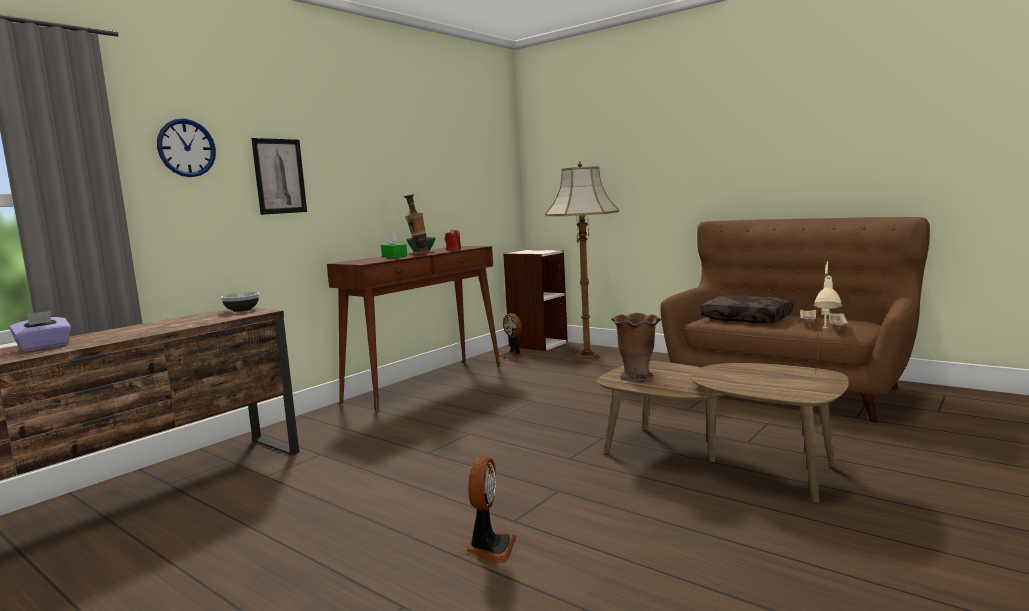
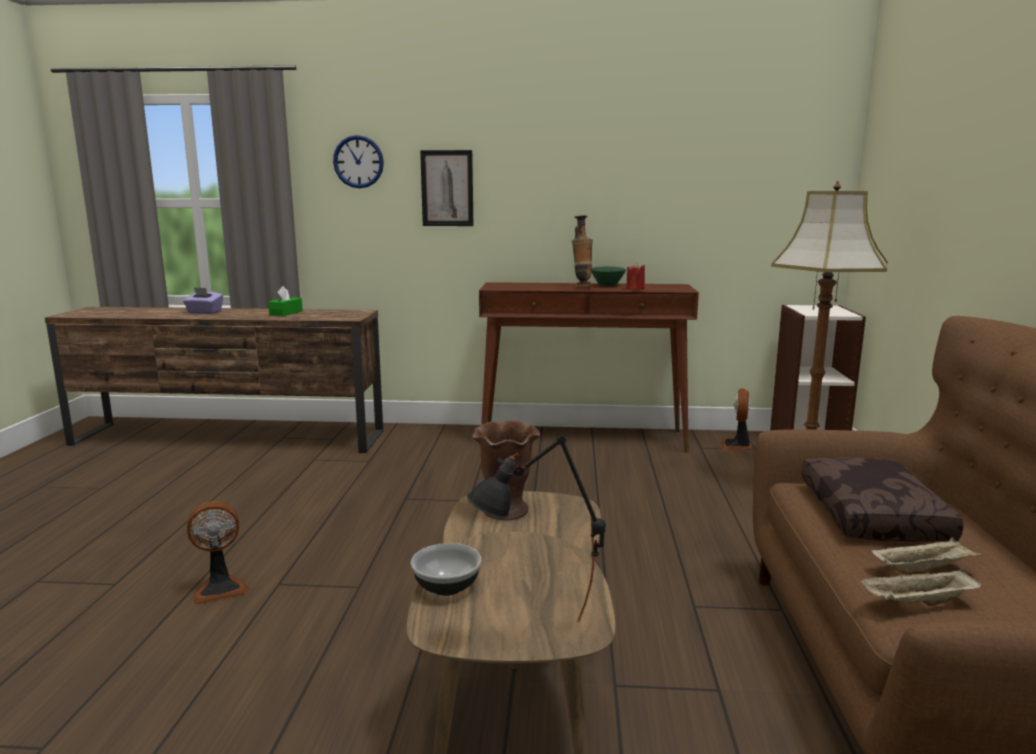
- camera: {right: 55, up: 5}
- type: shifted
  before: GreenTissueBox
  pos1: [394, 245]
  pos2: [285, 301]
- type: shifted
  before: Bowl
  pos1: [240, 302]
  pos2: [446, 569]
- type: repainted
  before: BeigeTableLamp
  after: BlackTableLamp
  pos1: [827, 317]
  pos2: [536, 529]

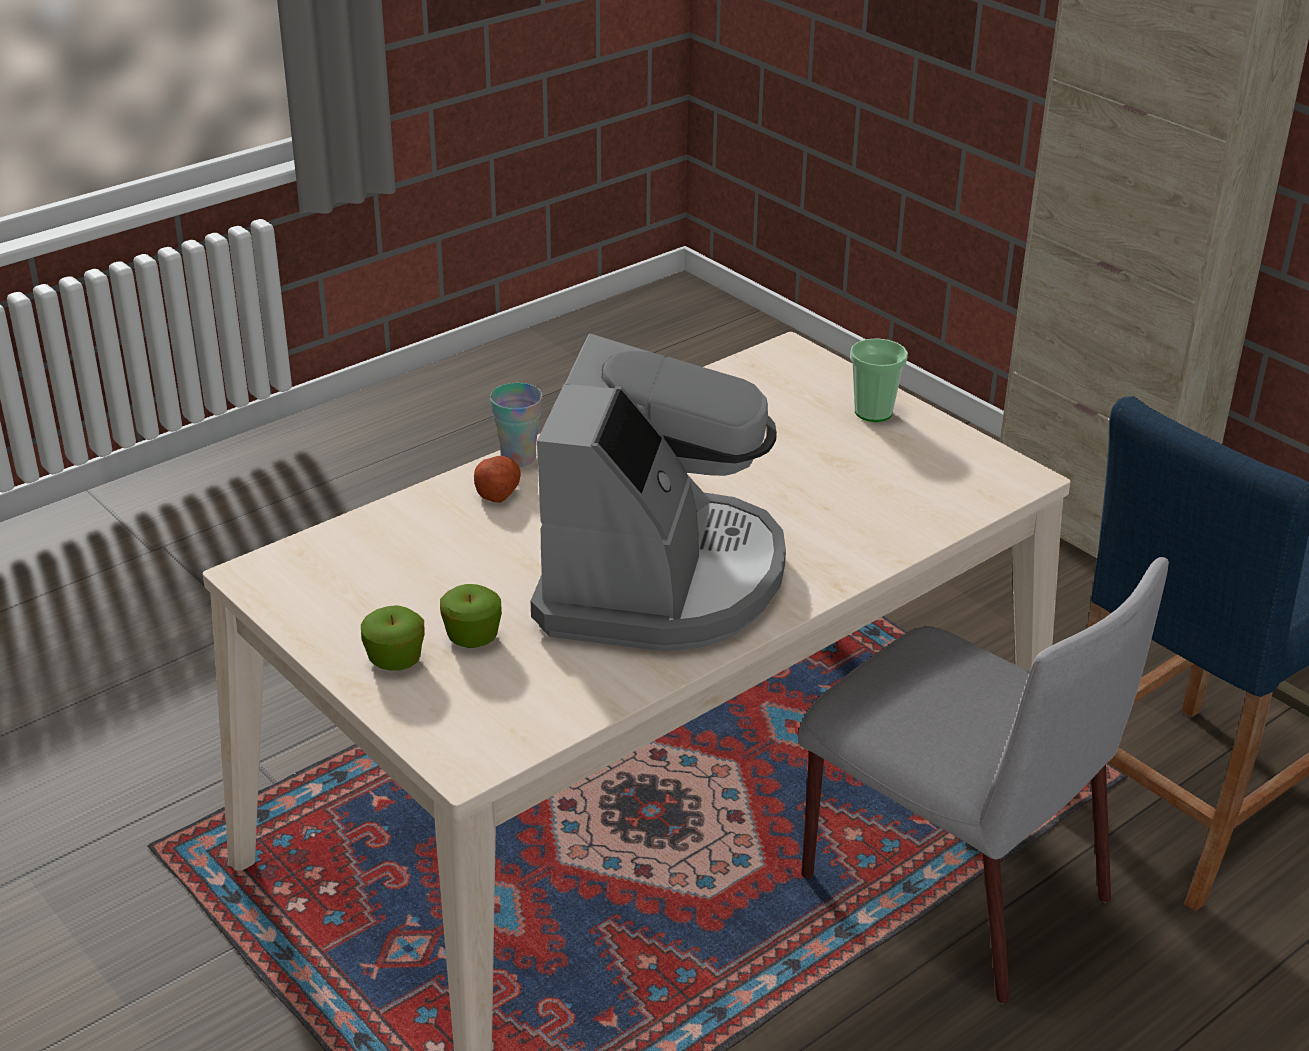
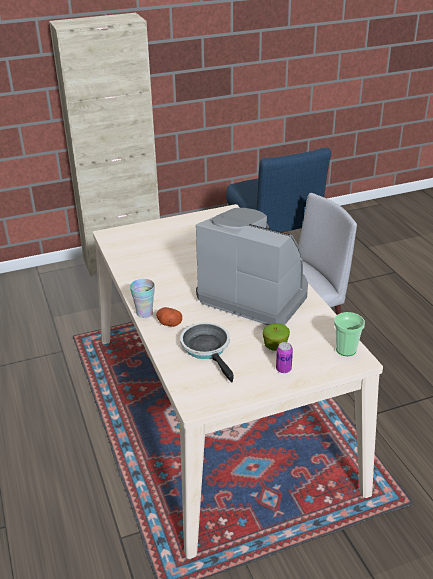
- camera: {right: -70, up: 0}
- type: new
  after: FryingPan
  pos2: [207, 353]
- type: swapped
  before: Apple
  after: Can
  pos1: [393, 638]
  pos2: [284, 357]
- type: shifted
  before: Cup
  pos1: [879, 380]
  pos2: [349, 334]

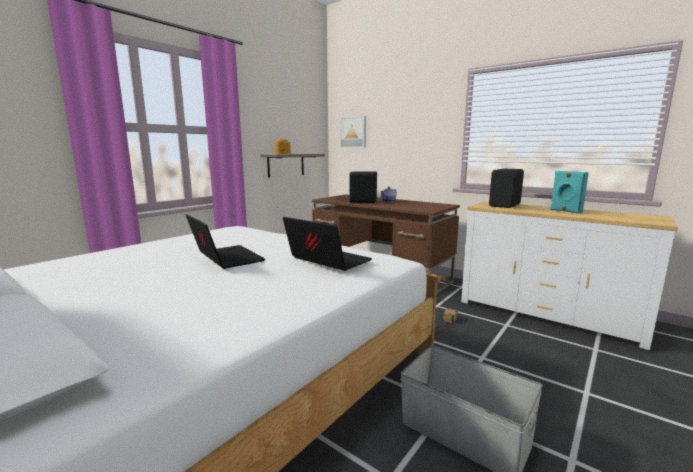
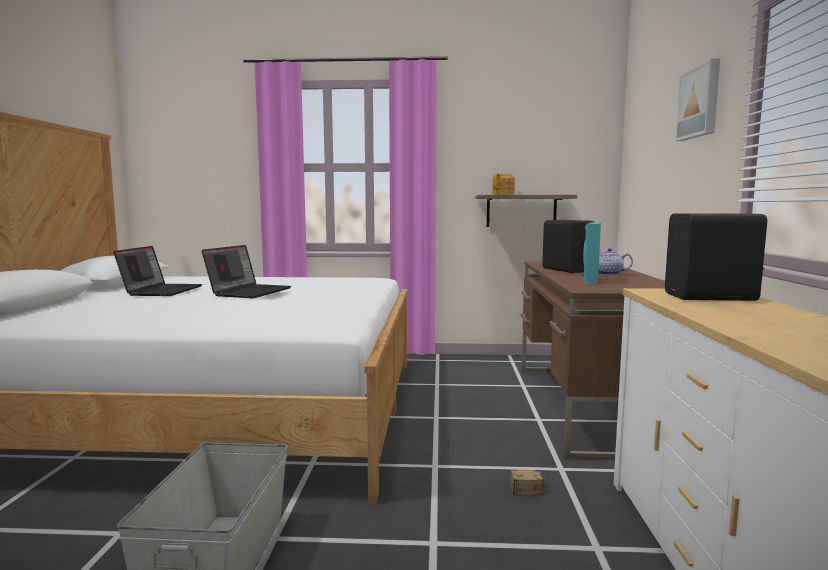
- camera: {right: 55, up: -5}
- type: shifted
  before: Laptop
  pos1: [327, 244]
  pos2: [157, 271]
- type: shifted
  before: TurquoiseSpeaker
  pos1: [569, 192]
  pos2: [592, 253]
- type: shifted
  before: Picture
  pos1: [353, 132]
  pos2: [697, 99]

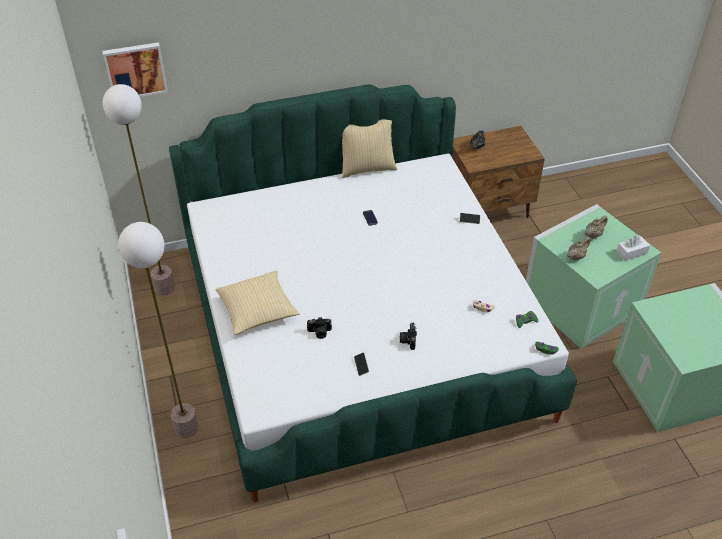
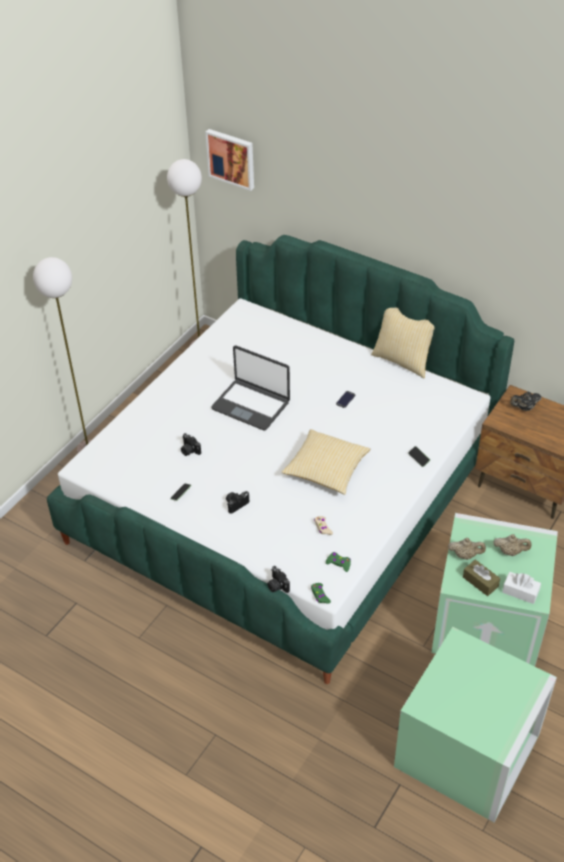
- camera: {right: 50, up: 0}
- type: new
  after: Laptop
  pos2: [250, 388]
- type: new
  after: PhotoCamera
  pos2: [278, 579]
- type: shifted
  before: Pillow
  pos1: [258, 303]
  pos2: [326, 462]
- type: new
  after: BrownTissueBox
  pos2: [481, 578]

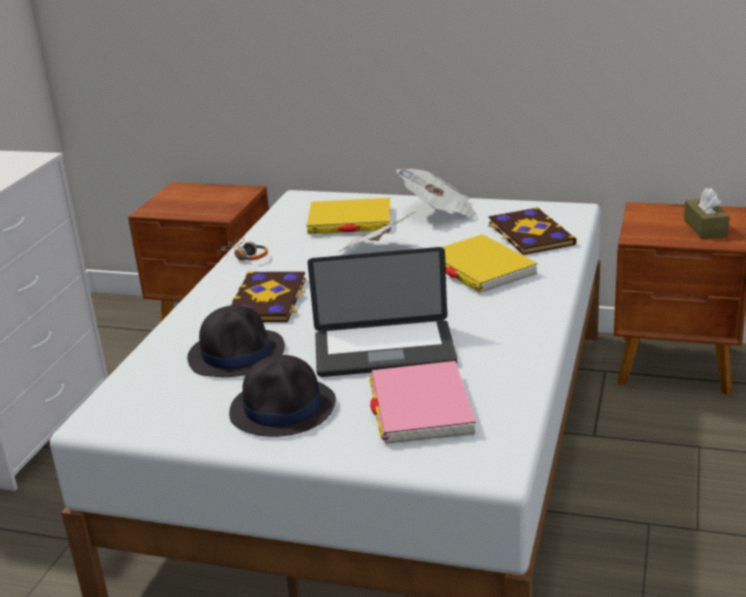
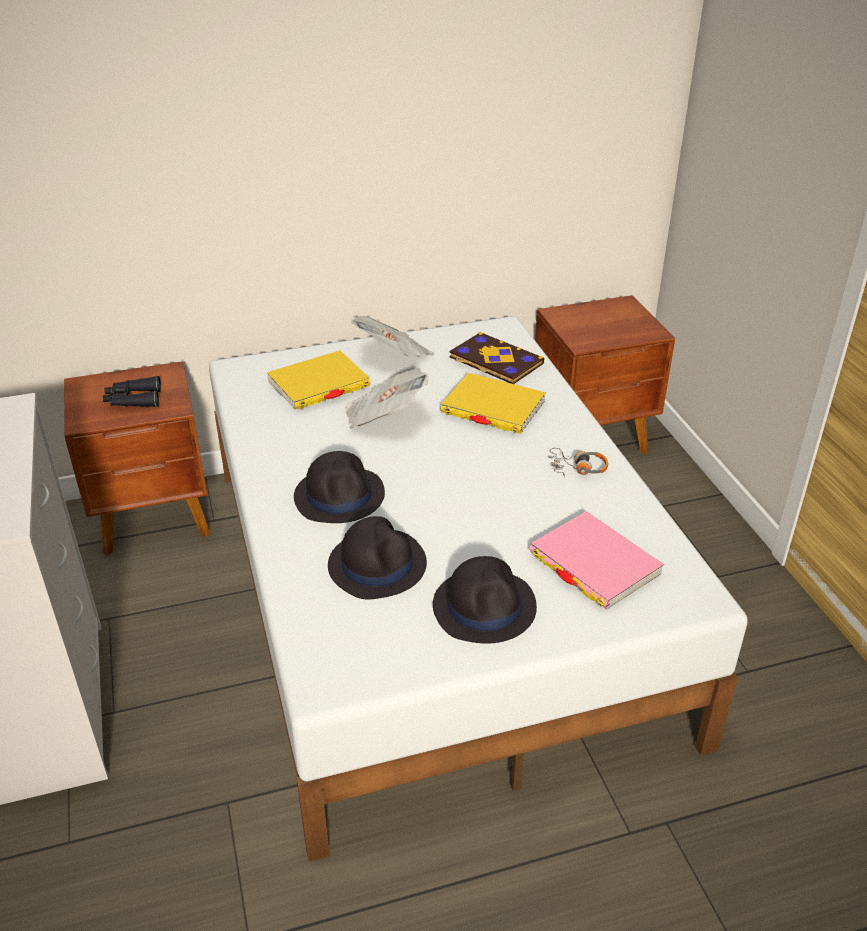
- camera: {right: -35, up: 10}
- type: new
  after: BlackBinoculars
  pos2: [132, 391]
- type: swapped
  before: Book
  after: BlackHat
  pos1: [269, 296]
  pos2: [339, 487]
- type: shifted
  before: Headphones
  pos1: [242, 249]
  pos2: [578, 462]
- type: gone
  before: Laptop
  pos1: [382, 312]
- type: gone
  before: BrownTissueBox
  pos1: [707, 213]

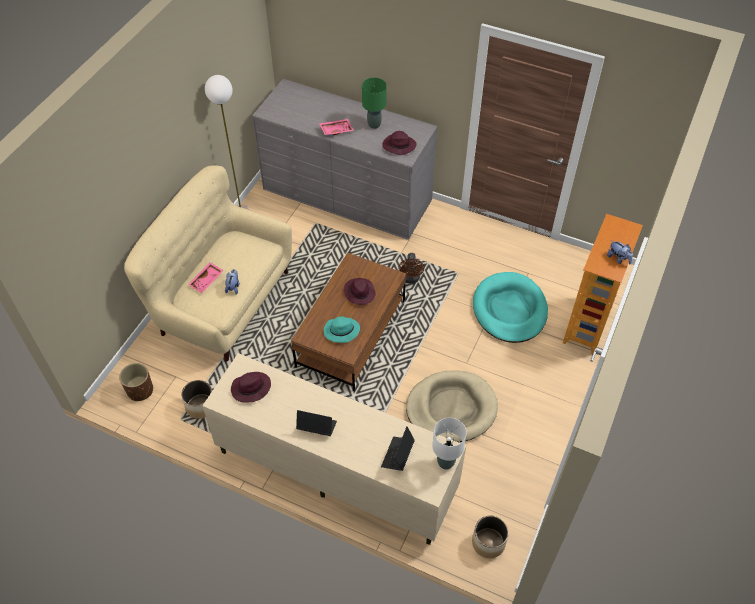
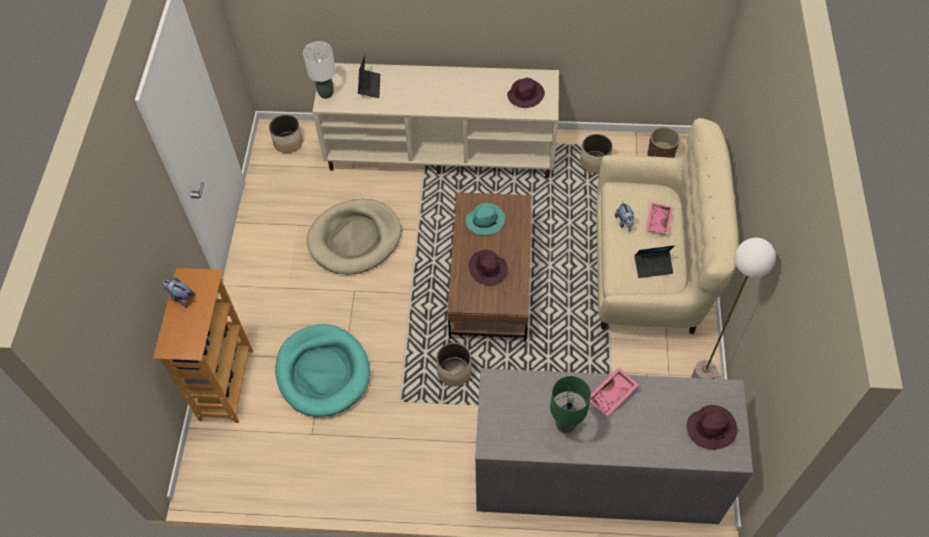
- camera: {right: 160, up: 5}
- type: swapped
  before: BrownFan
  after: Planter
  pos1: [411, 268]
  pos2: [454, 364]
- type: shifted
  before: Laptop
  pos1: [316, 423]
  pos2: [654, 261]
- type: shifted
  before: PurpleHat
  pos1: [399, 143]
  pos2: [712, 427]

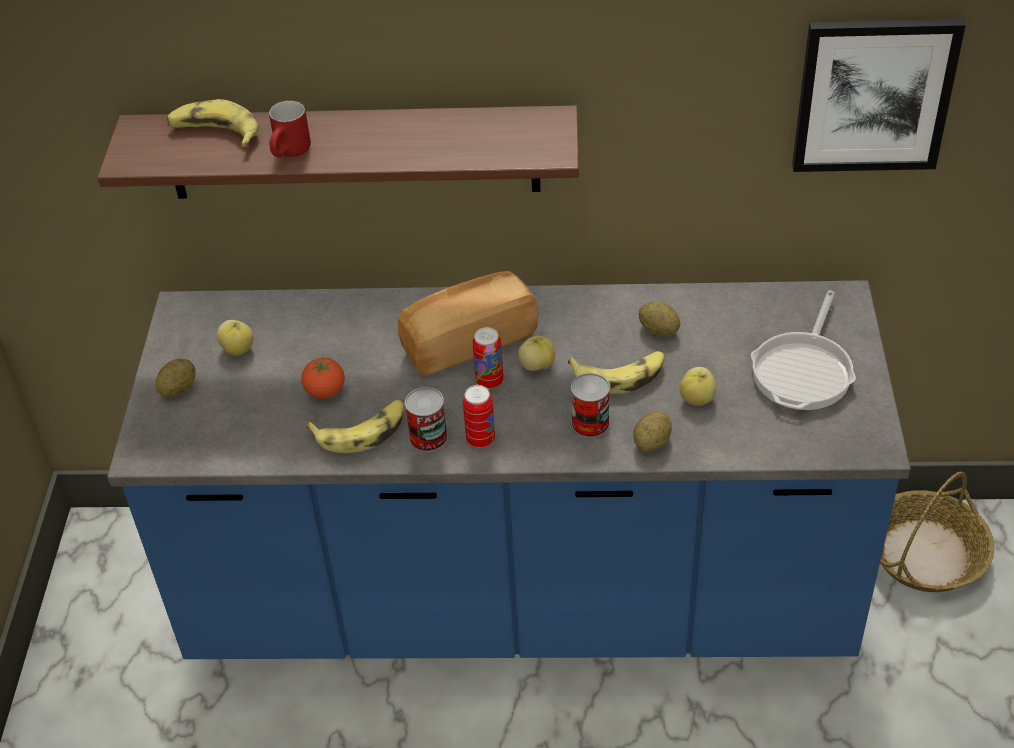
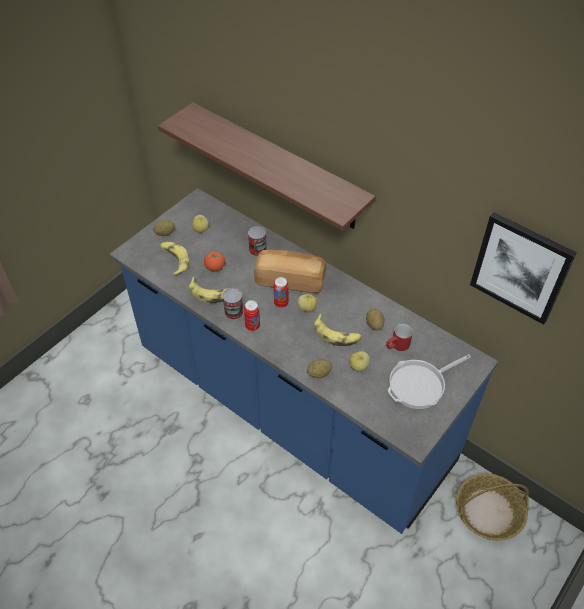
- camera: {right: 35, up: 5}
- type: shifted
  before: Banana
  pos1: [213, 123]
  pos2: [174, 259]
- type: shifted
  before: Can
  pos1: [590, 405]
  pos2: [257, 241]
- type: shifted
  before: RedMug
  pos1: [290, 129]
  pos2: [399, 337]

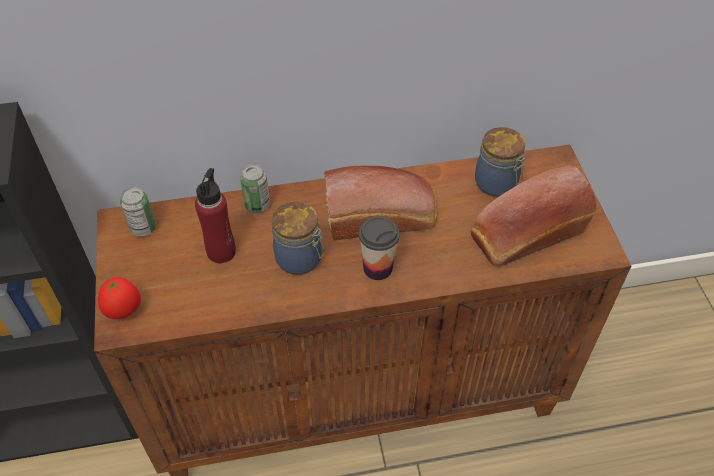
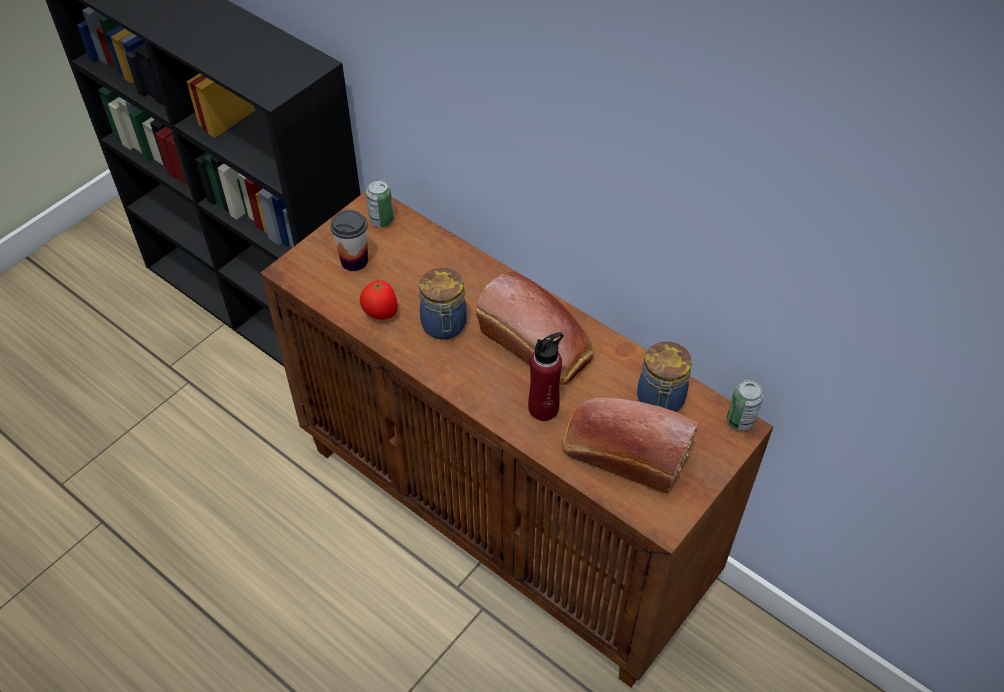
- camera: {right: 50, up: 0}
- type: shifted
  before: Cup
  pos1: [379, 248]
  pos2: [349, 240]
- type: shifted
  before: Tomato
  pos1: [119, 298]
  pos2: [379, 300]
- type: shifted
  before: RedBottle
  pos1: [215, 215]
  pos2: [545, 376]
- type: shifted
  before: Can
  pos1: [255, 188]
  pos2: [745, 405]

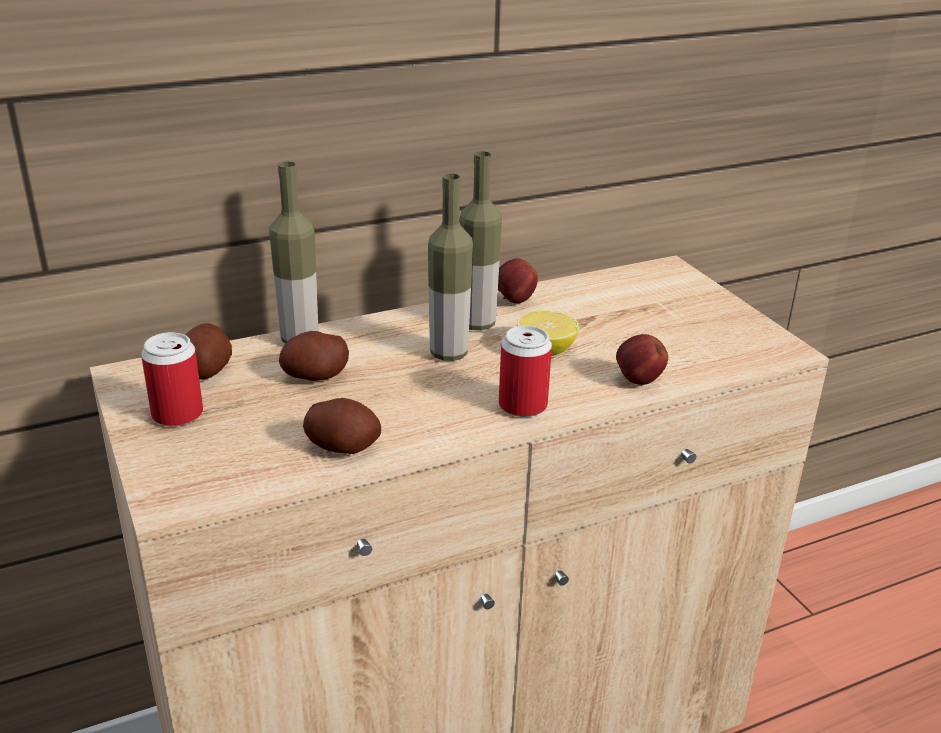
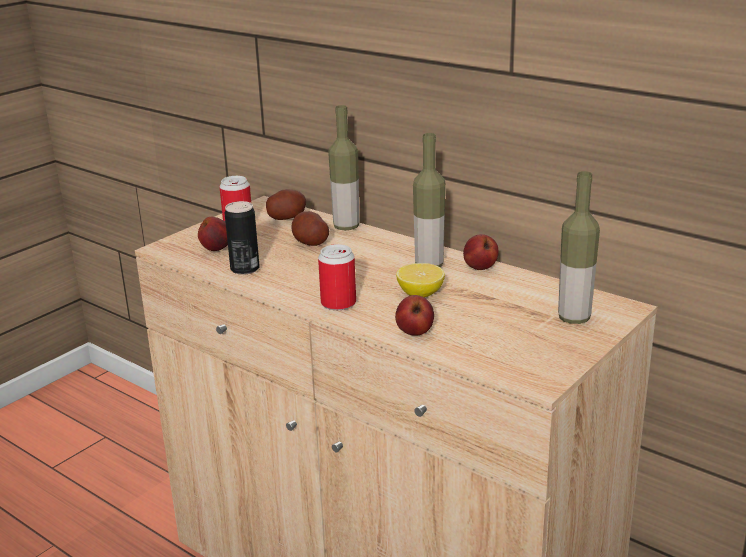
- camera: {right: 65, up: -5}
- type: new
  after: Apple
  pos2: [213, 234]
- type: swapped
  before: Potato
  after: Can
  pos1: [342, 426]
  pos2: [242, 238]
- type: shifted
  before: Bottle
  pos1: [450, 267]
  pos2: [579, 247]

